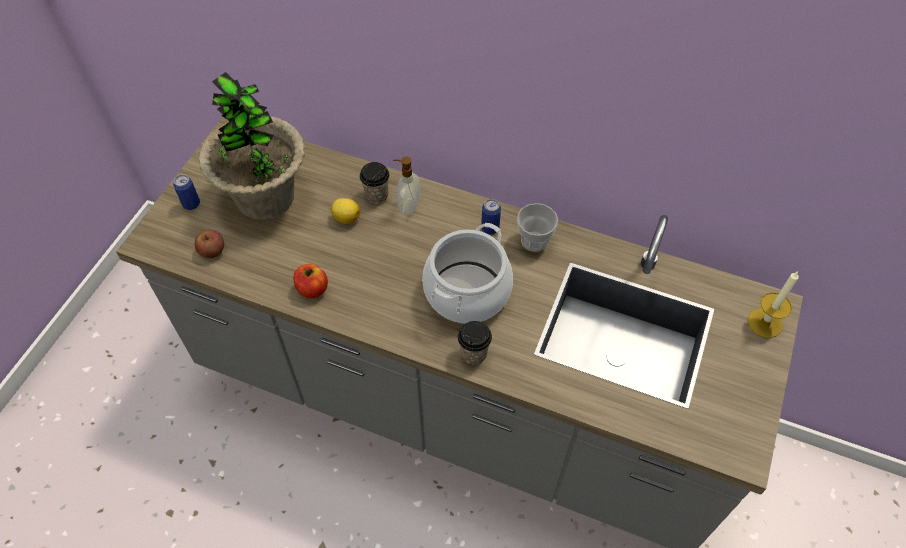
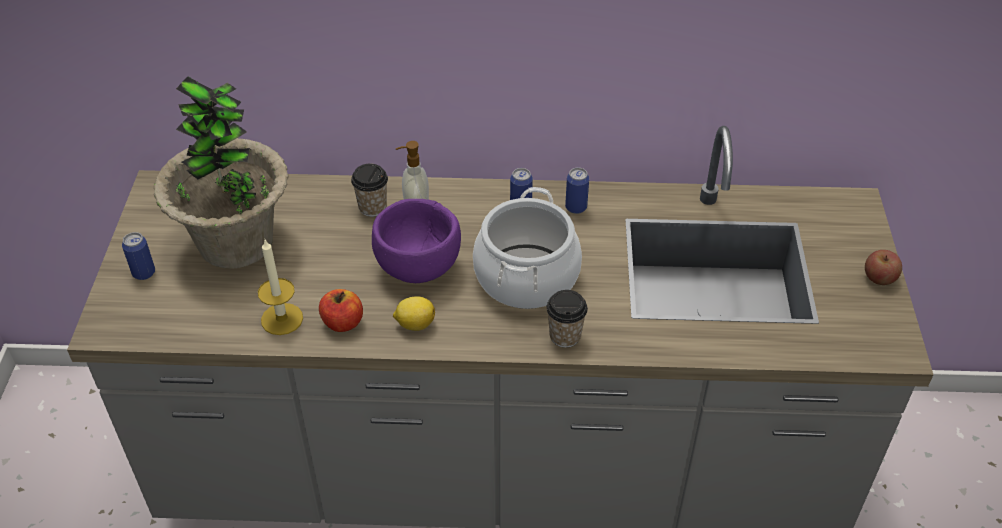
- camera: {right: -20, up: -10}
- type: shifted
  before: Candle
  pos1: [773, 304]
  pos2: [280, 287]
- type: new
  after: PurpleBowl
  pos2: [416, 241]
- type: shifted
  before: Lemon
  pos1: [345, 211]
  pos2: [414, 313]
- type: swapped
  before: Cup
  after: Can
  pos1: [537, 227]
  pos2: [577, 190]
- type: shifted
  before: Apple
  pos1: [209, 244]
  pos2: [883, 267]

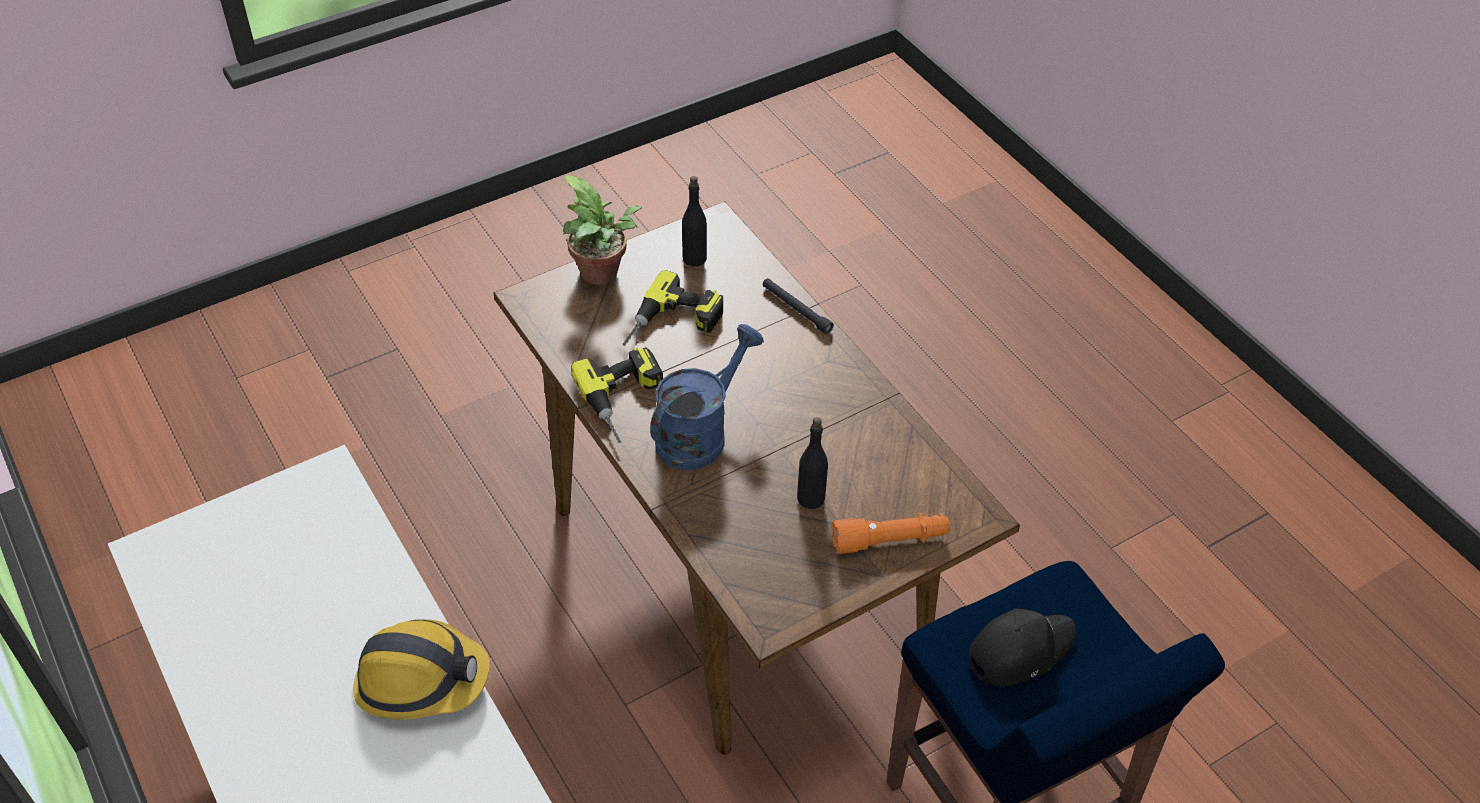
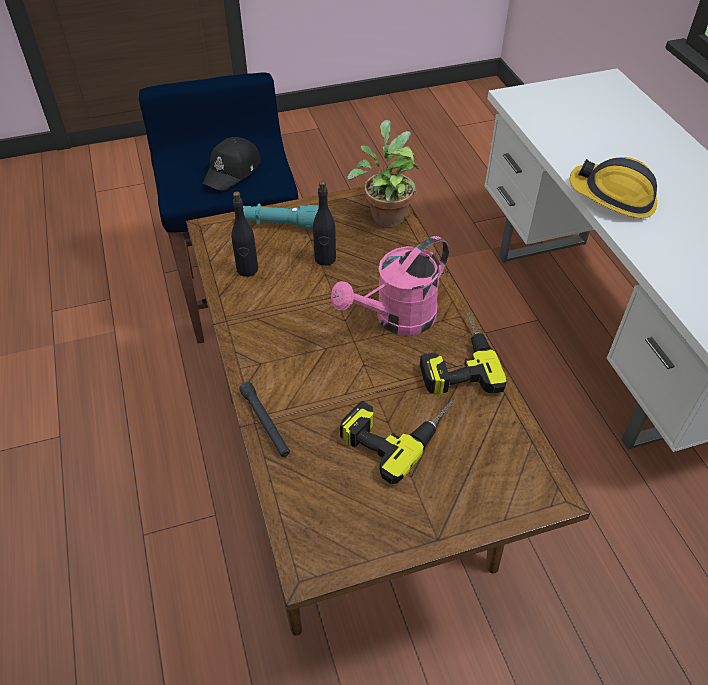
- camera: {right: -165, up: 0}
- type: rotated
  before: BlackCap
  pos1: [1022, 648]
  pos2: [232, 164]
  turn: -45
- type: shifted
  before: BlackBottle
  pos1: [694, 221]
  pos2: [244, 234]
- type: repainted
  before: OrangeFlashlight
  after: TurquoiseFlashlight
  pos1: [891, 533]
  pos2: [281, 217]
- type: repainted
  before: BlueWateringCan
  after: PinkWateringCan
  pos1: [707, 397]
  pos2: [390, 286]
- type: shifted
  before: PottedPlant
  pos1: [603, 230]
  pos2: [383, 173]

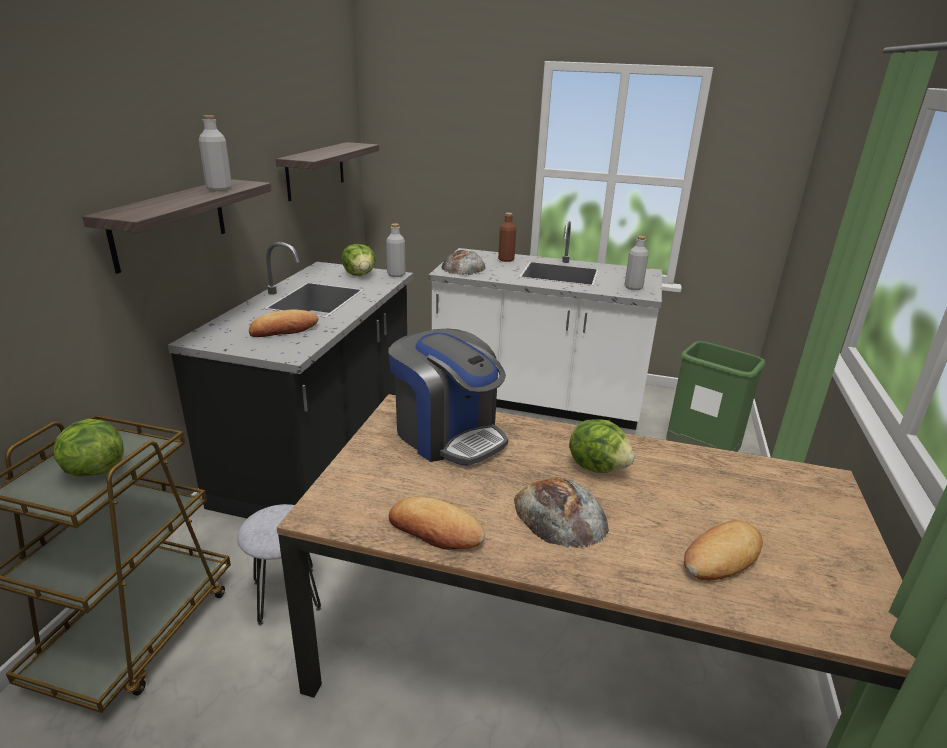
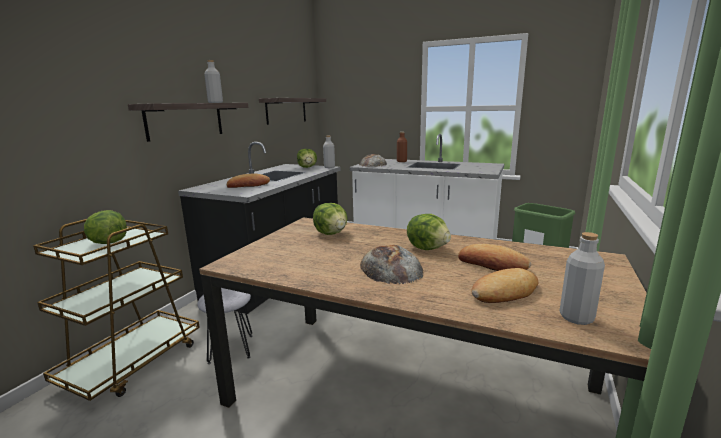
- camera: {right: 10, up: -10}
- type: swapped
  before: CoffeeMachine
  after: Lettuce
  pos1: [448, 397]
  pos2: [330, 219]
- type: shifted
  before: Bread
  pos1: [437, 523]
  pos2: [494, 257]
- type: shifted
  before: GreyBottle
  pos1: [637, 263]
  pos2: [582, 278]

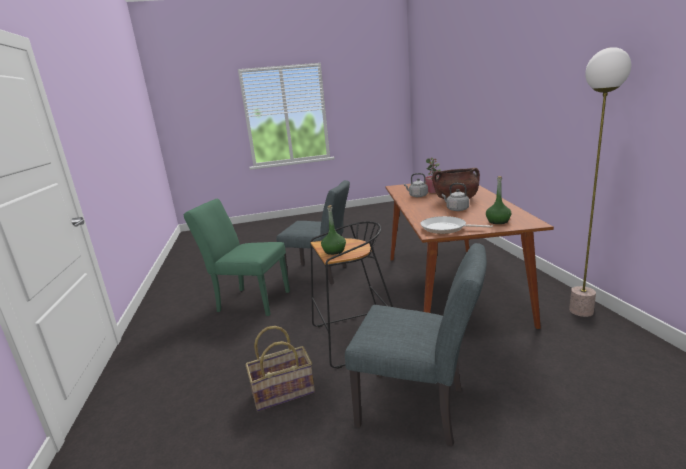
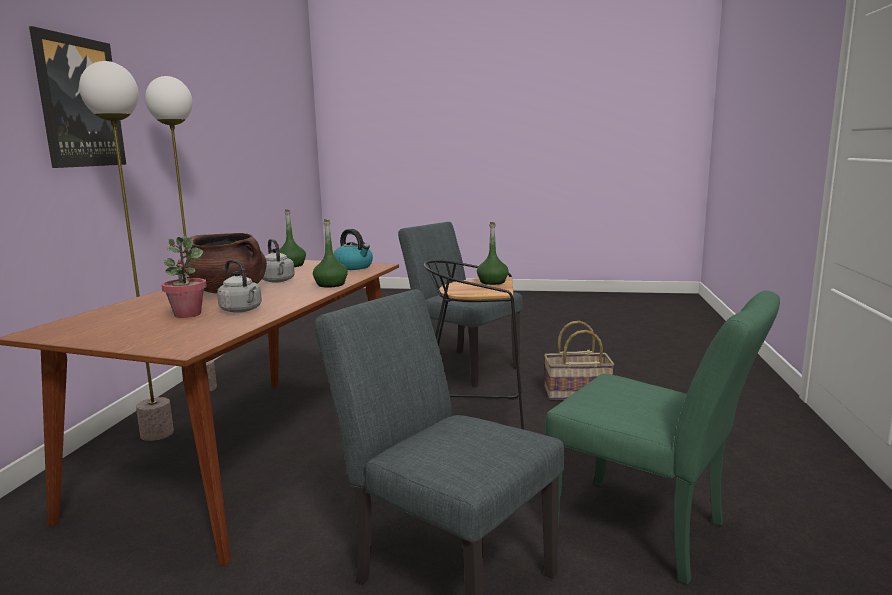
- camera: {right: -160, up: -5}
- type: new
  after: Picture
  pos2: [77, 97]
- type: new
  after: FloorLamp
  pos2: [126, 251]
- type: new
  after: GreenBottle
  pos2: [330, 253]
- type: swapped
  before: FryingPan
  after: Kettle
  pos1: [456, 225]
  pos2: [353, 249]

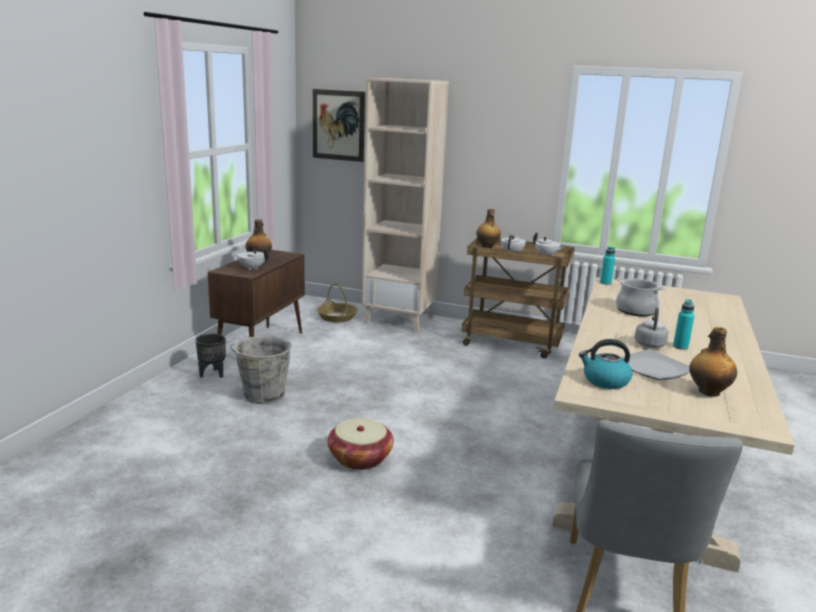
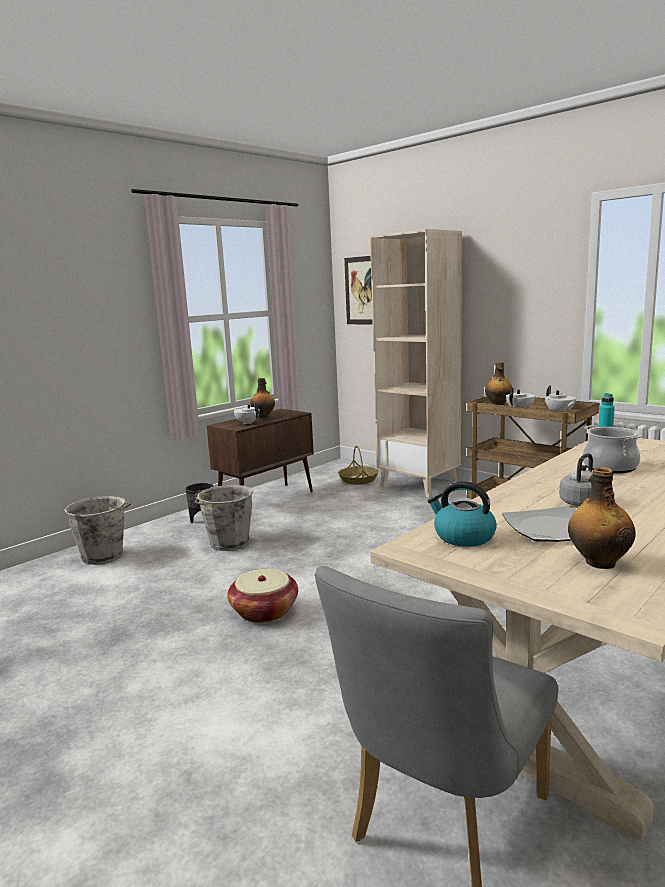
- camera: {right: 25, up: -5}
- type: new
  after: GreyBucket
  pos2: [97, 530]
- type: gone
  before: TurquoiseBottle
  pos1: [683, 324]

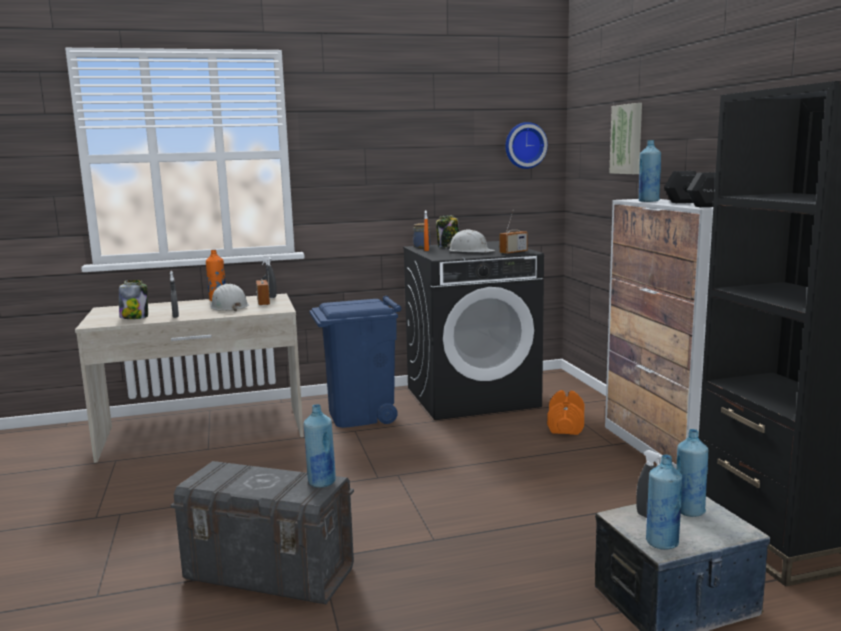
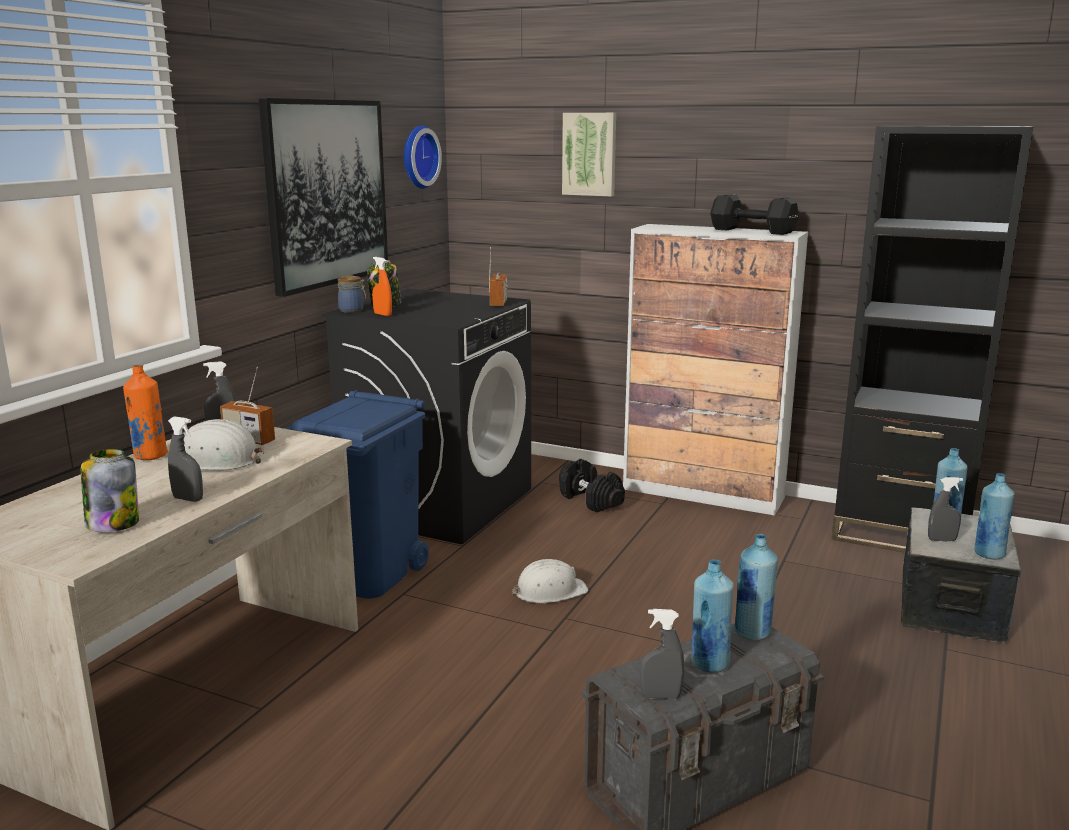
- camera: {right: -50, up: 5}
- type: new
  after: Picture
  pos2: [323, 197]
- type: shifted
  before: WhiteHardHat
  pos1: [471, 241]
  pos2: [550, 581]
- type: repainted
  before: OrangeDumbbell
  after: BlackDumbbell
  pos1: [566, 412]
  pos2: [592, 486]
- type: new
  after: GreySprayBottle
  pos2: [662, 654]
- type: shifted
  before: BlueBottle
  pos1: [650, 171]
  pos2: [713, 615]

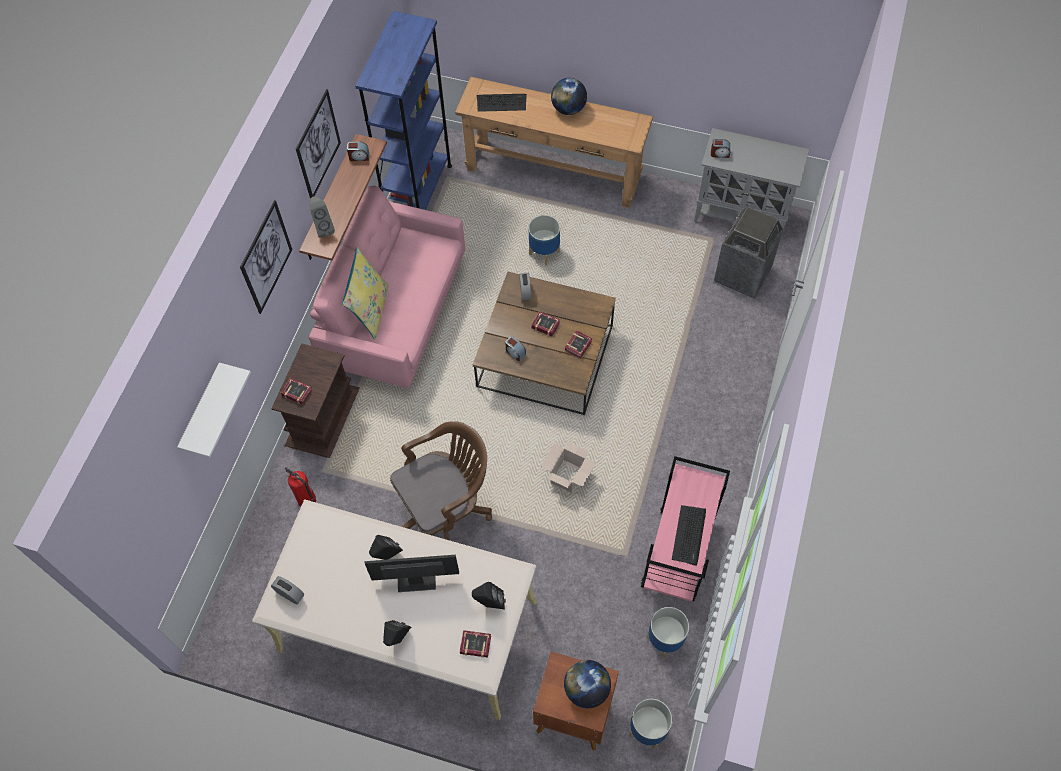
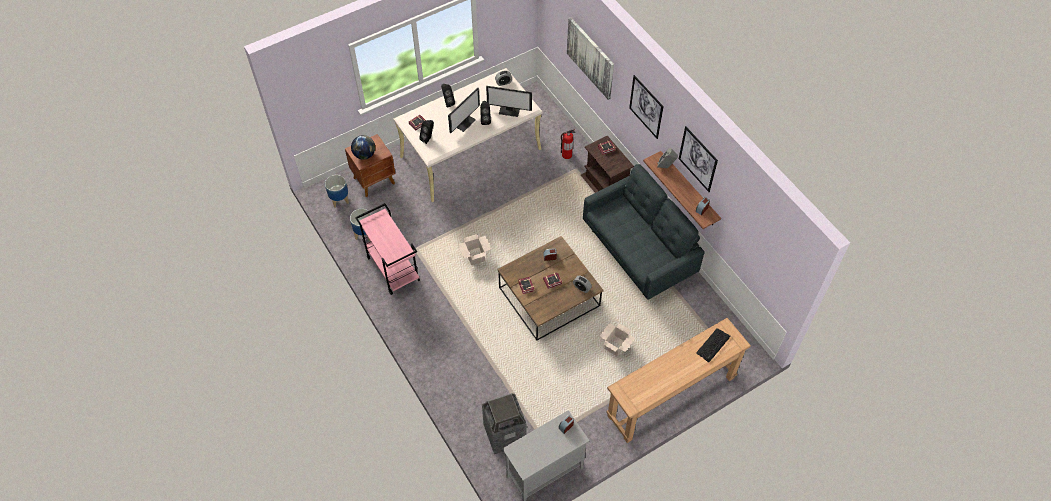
- camera: {right: 130, up: -5}
- type: new
  after: Monitor
  pos2: [509, 101]
- type: swapped
  before: WhiteShelf
  after: Picture
  pos1: [214, 410]
  pos2: [590, 58]
- type: repainted
  before: PinkSofa
  after: GreySofa
  pos1: [387, 286]
  pos2: [644, 232]
- type: swapped
  before: Planter
  after: CardboardBox
  pos1: [544, 240]
  pos2: [617, 339]
- type: gone
  before: YellowPillow
  pos1: [365, 293]
- type: gone
  before: BlueBookcase
  pos1: [403, 110]
- type: gone
  before: BrownOfficeChair
  pos1: [441, 480]
- type: gone
  before: Globe
  pos1: [569, 96]
- type: gone
  before: Keyboard
  pos1: [689, 535]

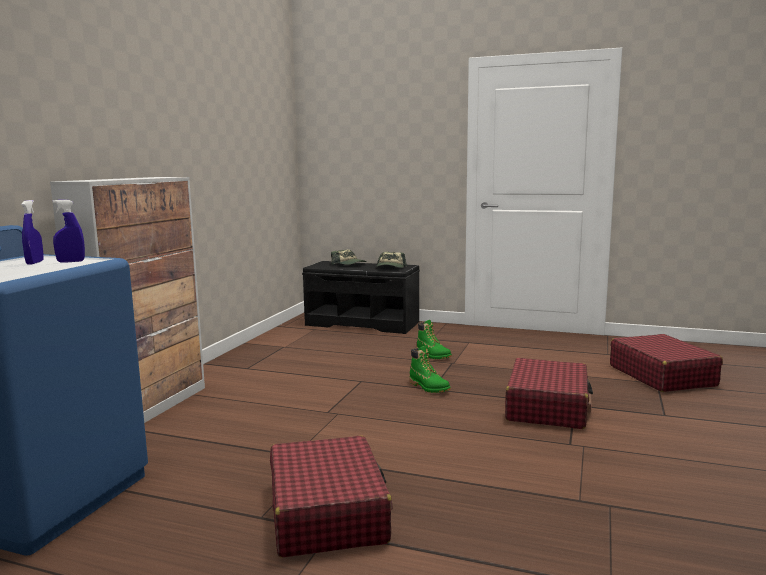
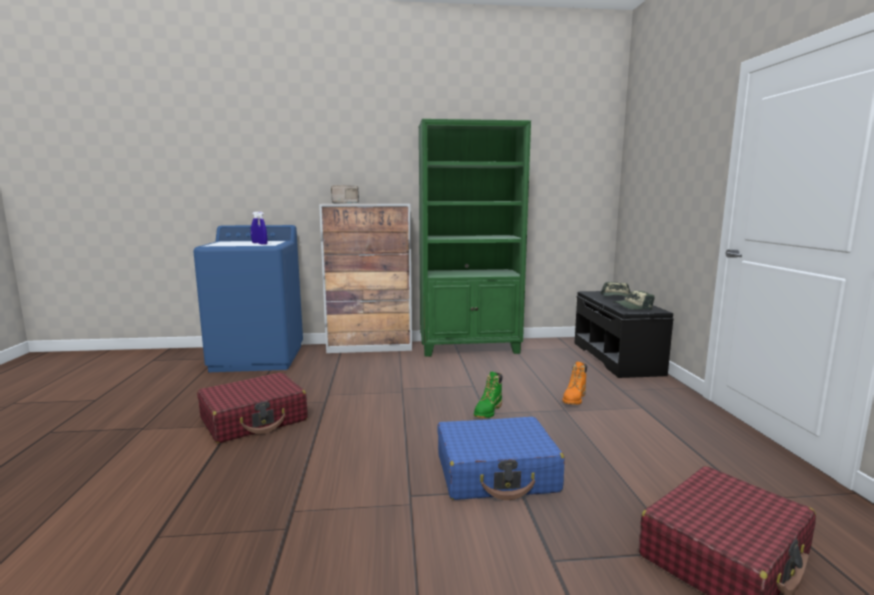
- camera: {right: 65, up: 0}
- type: new
  after: Radio
  pos2: [345, 194]
- type: new
  after: GreenBookcase
  pos2: [475, 238]
- type: repainted
  before: RedSuitcase
  after: BlueSuitcase
  pos1: [549, 393]
  pos2: [501, 458]
- type: repainted
  before: GreenBoot
  after: OrangeBoot
  pos1: [434, 339]
  pos2: [574, 383]

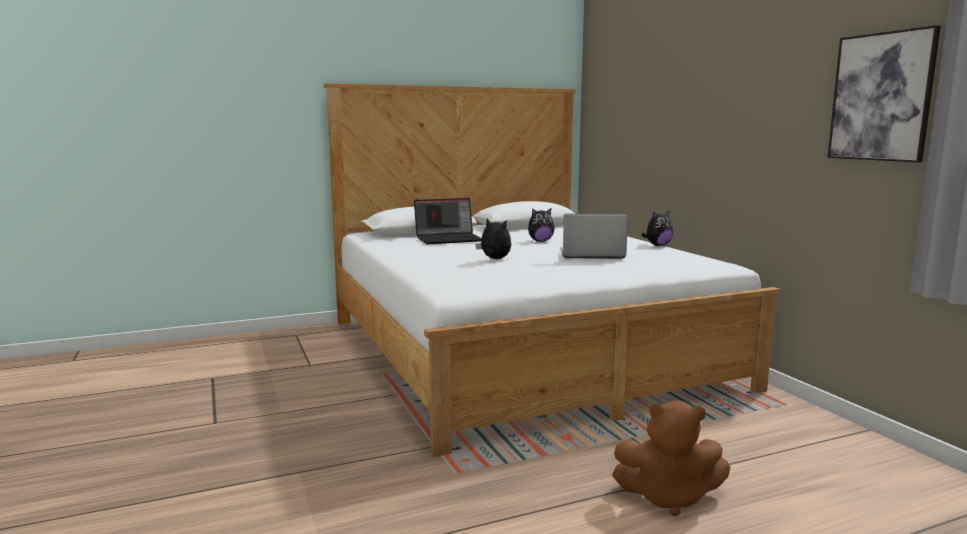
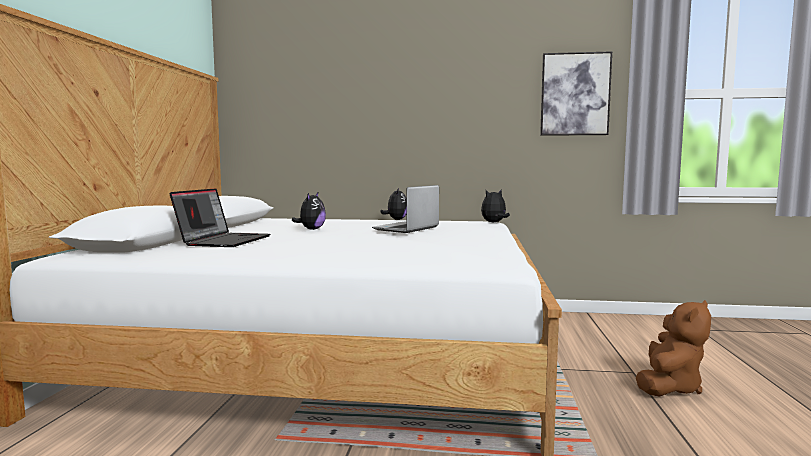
- camera: {right: -60, up: -5}
- type: shifted
  before: PlushToy
  pos1: [493, 239]
  pos2: [495, 206]

